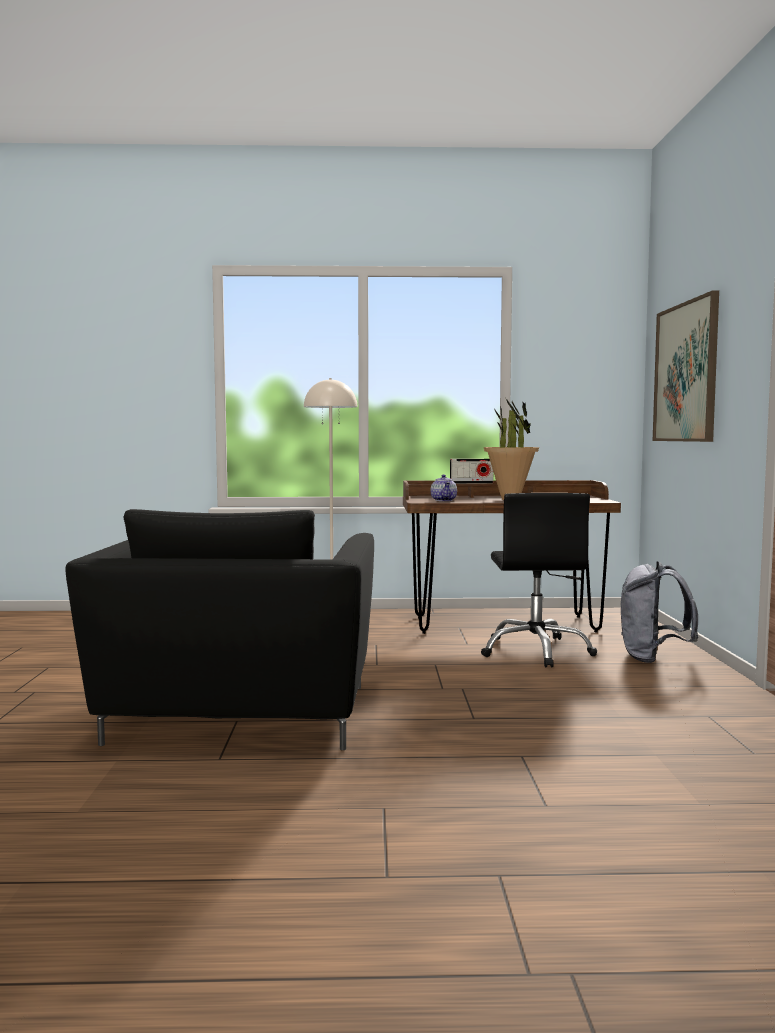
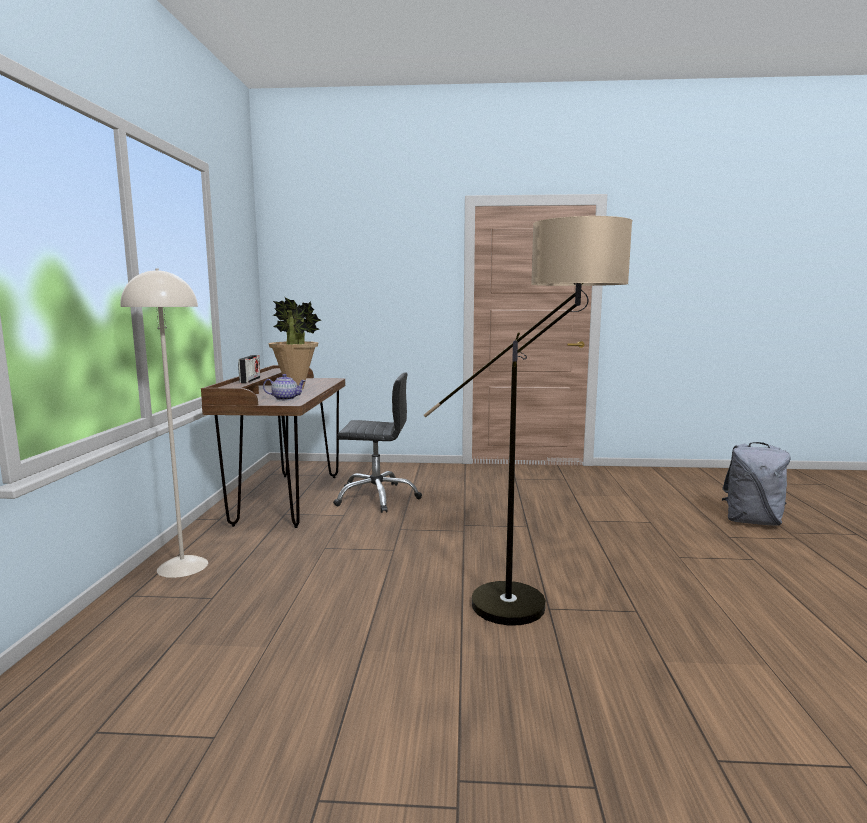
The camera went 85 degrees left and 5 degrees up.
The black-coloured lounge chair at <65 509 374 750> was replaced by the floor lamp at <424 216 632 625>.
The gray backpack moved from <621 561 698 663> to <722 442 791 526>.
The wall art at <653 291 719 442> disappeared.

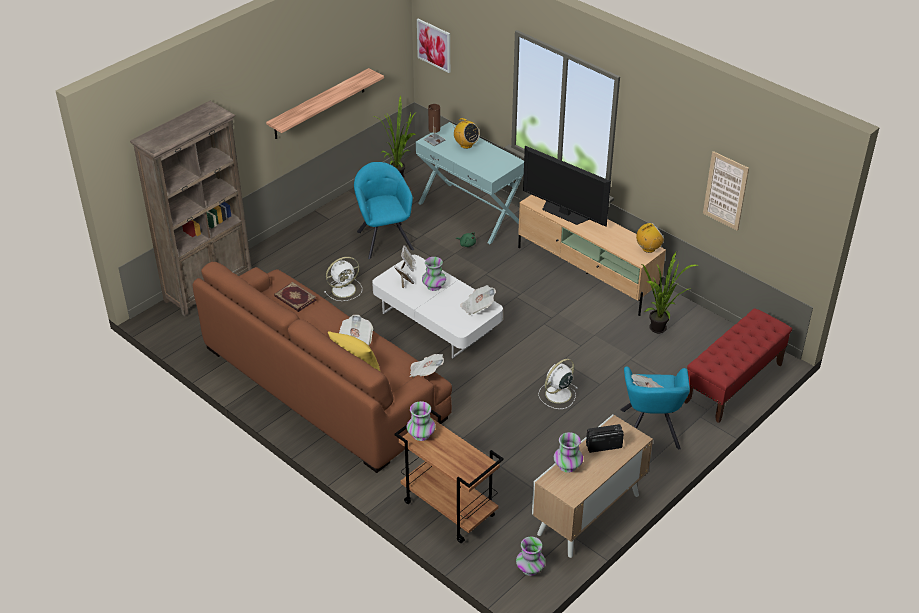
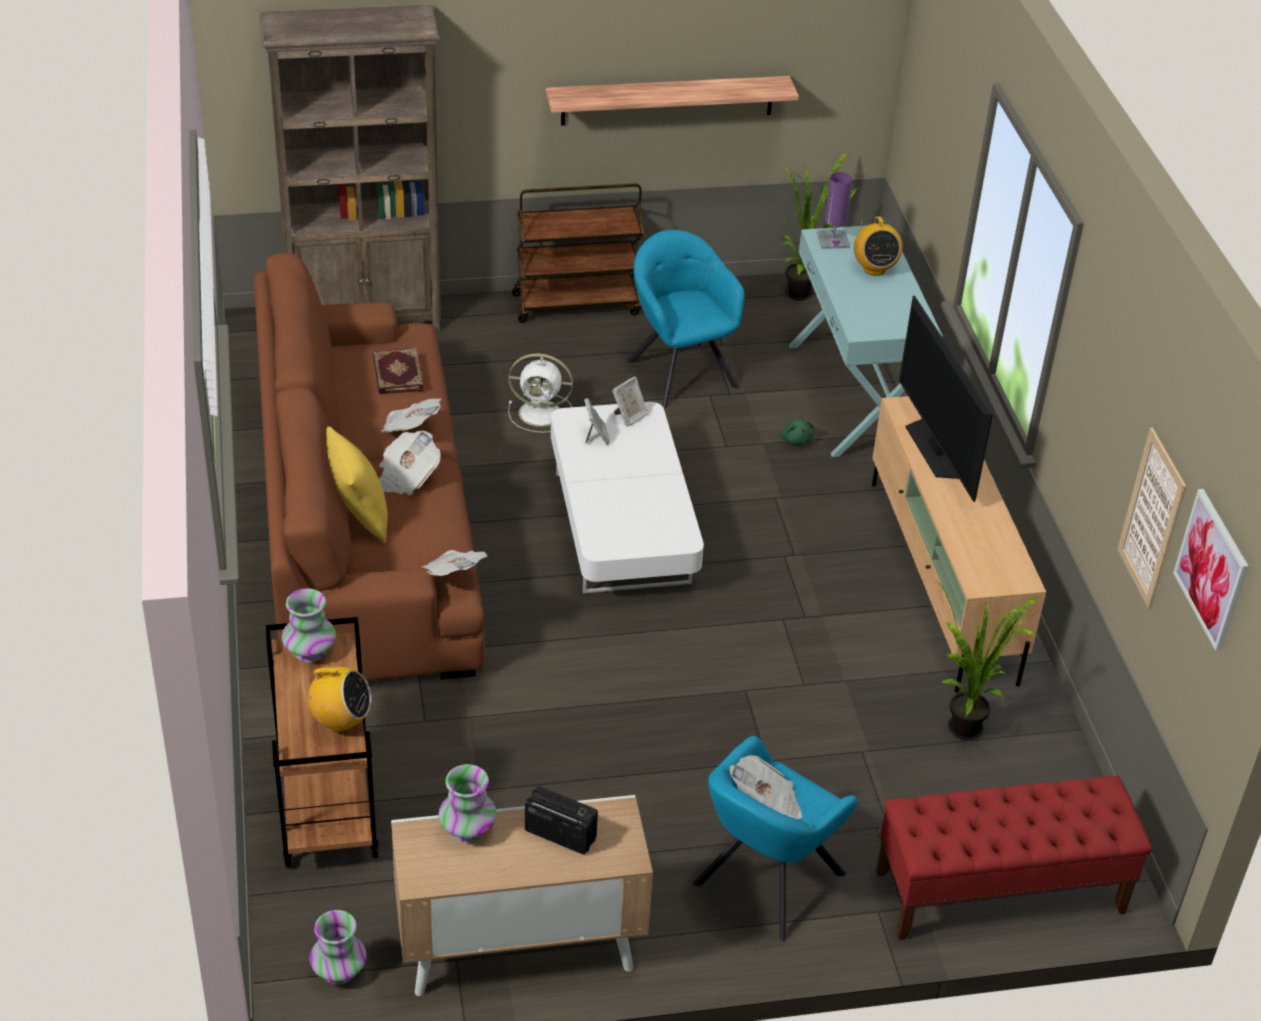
The camera went 35 degrees right and 0 degrees up.
The radio moved from <636 223 664 253> to <301 666 372 733>.
The newspaper moved from <460 285 496 315> to <381 398 441 432>.
The brown trolley at <512 184 644 323> appeared.
The turquoise-coloured lounge chair at <354 162 414 259> turned 45 degrees counterclockwise.
The brown tabletop lamp at <424 104 446 146> became the purple-coloured tabletop lamp at <817 172 853 249>.
The wall art moved from <417 19 450 73> to <1173 489 1249 651>.
The vase at <422 257 446 291> disappeared.
The white electric fan at <538 359 578 409> disappeared.

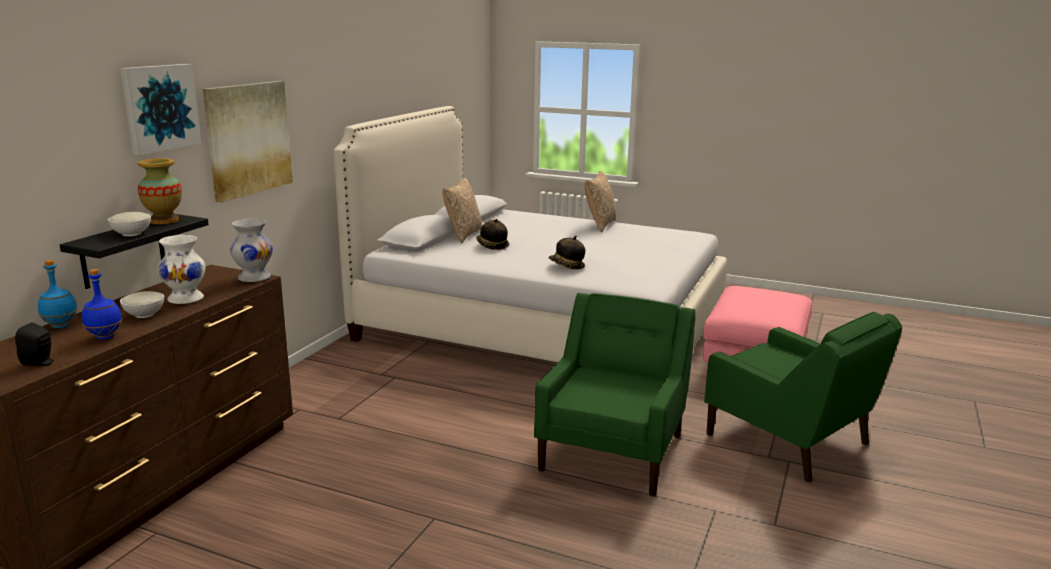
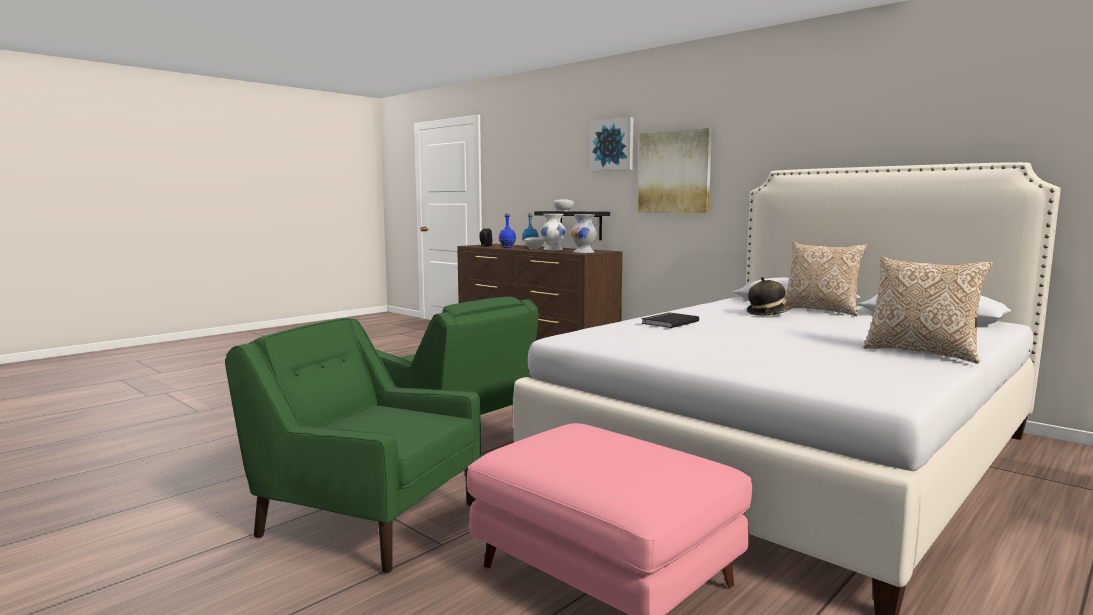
The camera went 110 degrees right and 10 degrees down.
The greenish lounge chair at <704 312 902 483> turned 45 degrees clockwise.
The clothing hat at <548 236 585 269> was replaced by the black-coloured volume at <641 312 699 328>.
The vase at <138 158 182 224> disappeared.

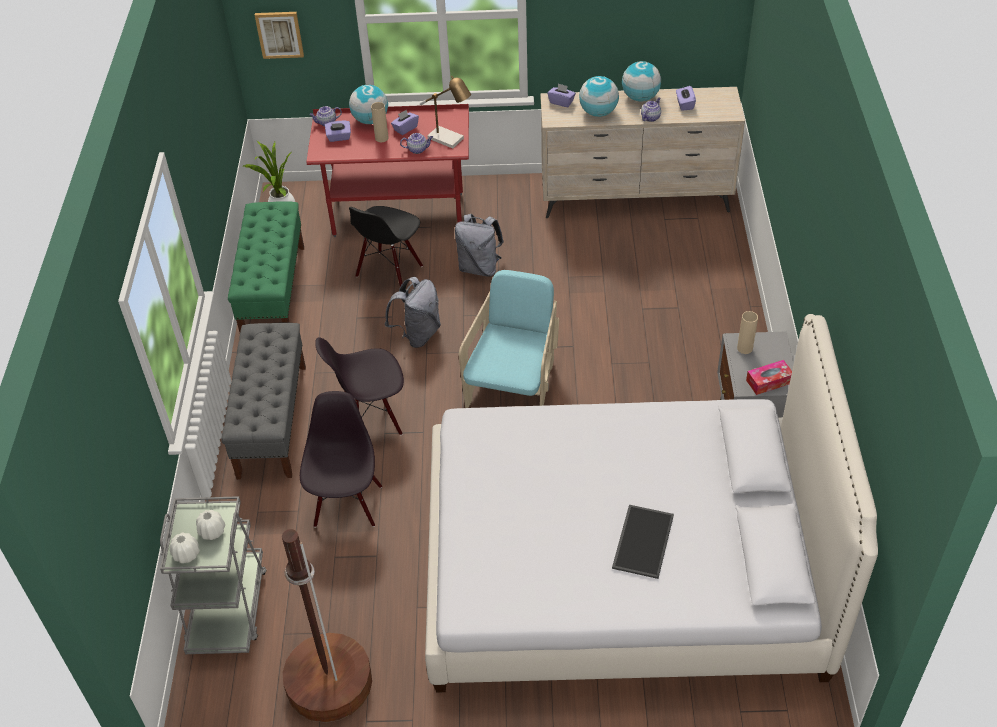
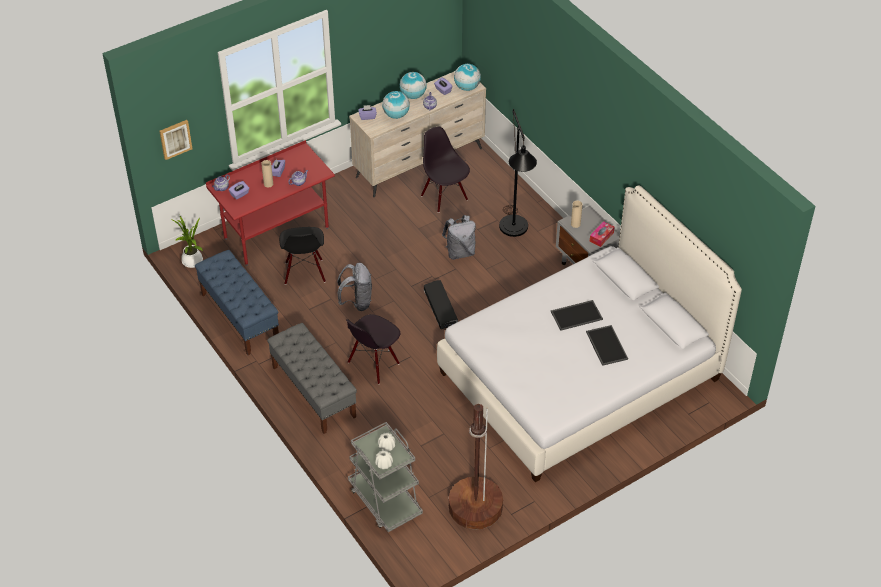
The camera went 35 degrees left and 0 degrees up.
The greenish long seat at <228 201 304 332> became the blue long seat at <195 250 279 355>.
The black-coloured chair moved from <300 391 382 527> to <421 127 470 213>.
The turquoise-coloured lounge chair at <459 270 559 408> was replaced by the black-coloured storage bin at <424 280 458 329>.
The gray backpack moved from <455 214 504 276> to <442 215 476 260>.
The globe moved from <349 85 388 124> to <454 64 481 91>.
The black-coloured floor lamp at <499 109 537 237> appeared.
The tray at <551 300 603 331> appeared.
The tabletop lamp at <420 76 471 148> disappeared.

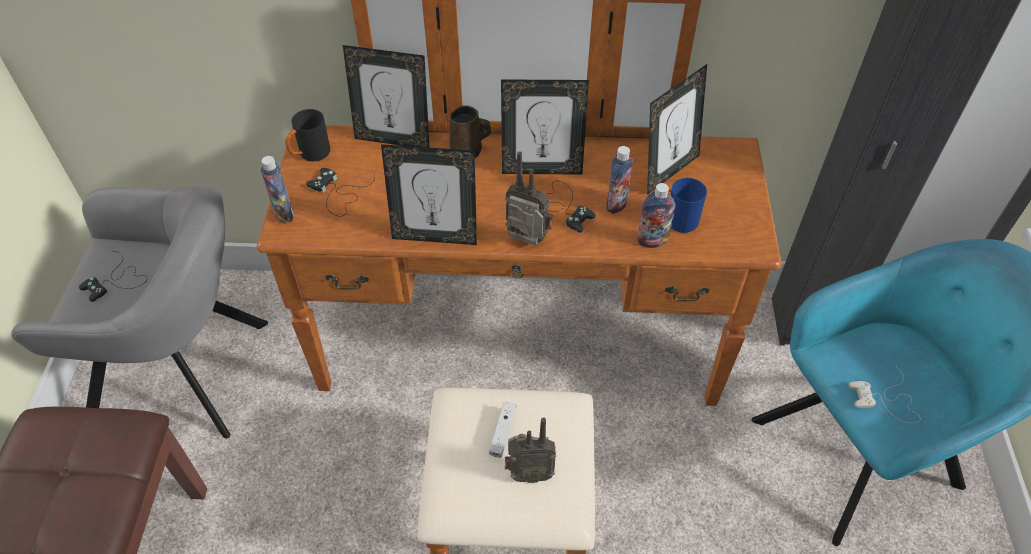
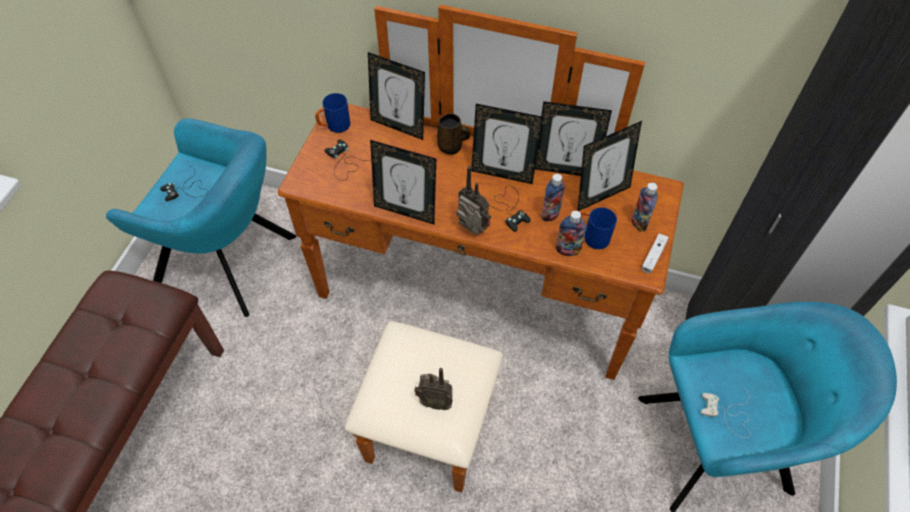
The camera went 15 degrees right and 5 degrees up.
The gray lounge chair at <11 186 268 439> became the turquoise-coloured lounge chair at <106 118 296 317>.
The black-coloured tea mug at <285 109 330 161> became the blue tea mug at <315 93 350 133>.
The standing frame at <535 101 612 176> appeared.
The beverage bottle moved from <261 156 294 224> to <632 183 658 232>.
The white gamepad moved from <489 402 517 458> to <641 233 669 274>.

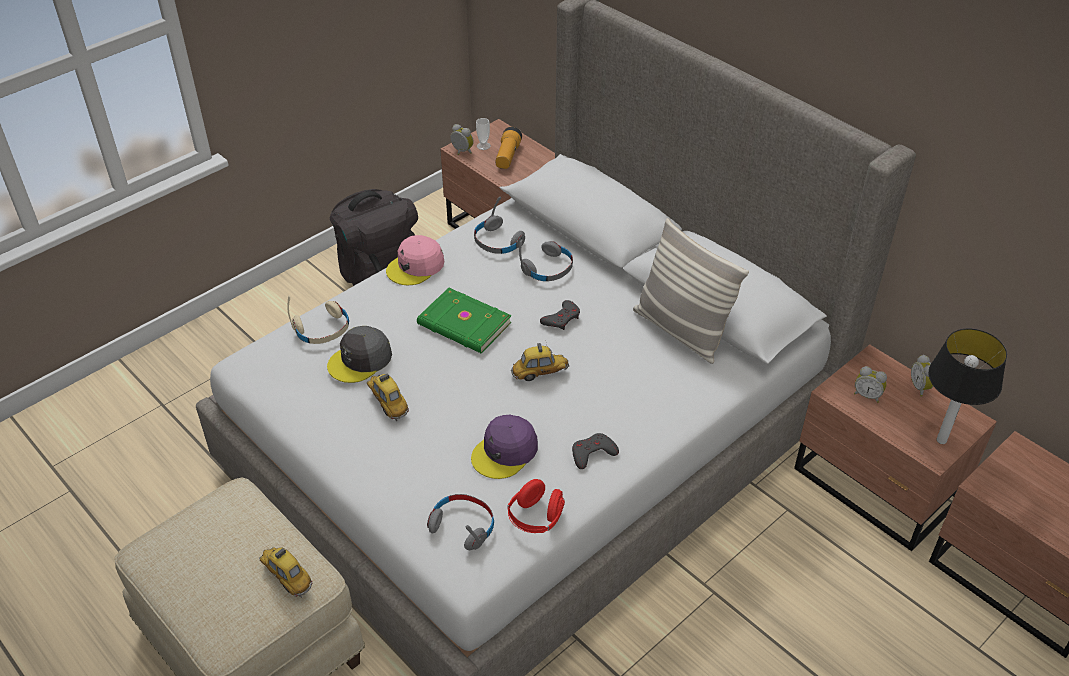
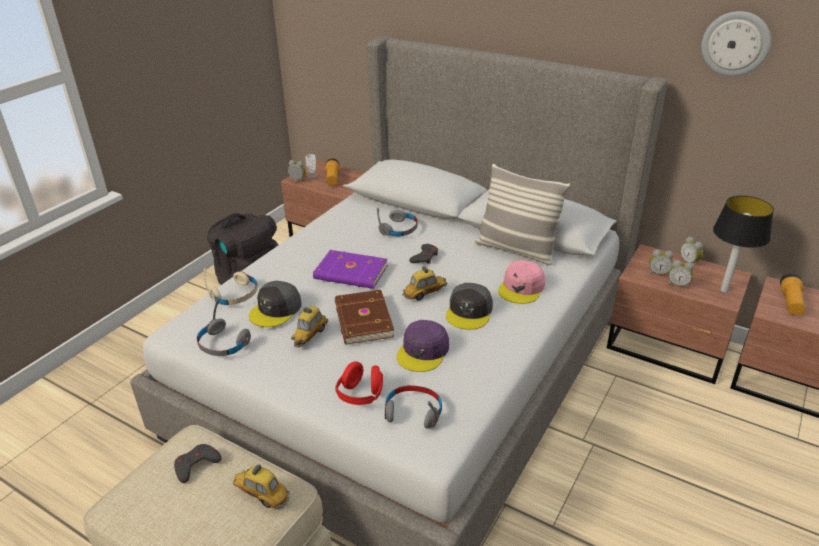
The camera went 15 degrees left and 10 degrees down.
The gray gamepad moved from <572 433 619 469> to <174 444 222 483>.
The gray headset moved from <474 197 525 254> to <197 299 251 356>.
The miniature car at <367 373 409 421> turned 105 degrees counterclockwise.
The greenish volume at <417 288 512 354> became the purple-coloured volume at <313 250 388 289>.
The brown volume at <335 290 394 345> appeared.
The red headset moved from <507 479 565 533> to <335 361 383 405>.
The gray baseball cap at <446 283 493 330> appeared.
The pinkish baseball cap moved from <386 235 444 285> to <498 260 545 304>.
The table clock at <668 260 694 289> appeared.
The clock on the wall at <701 11 771 76> appeared.
The flashlight at <780 273 805 316> appeared.

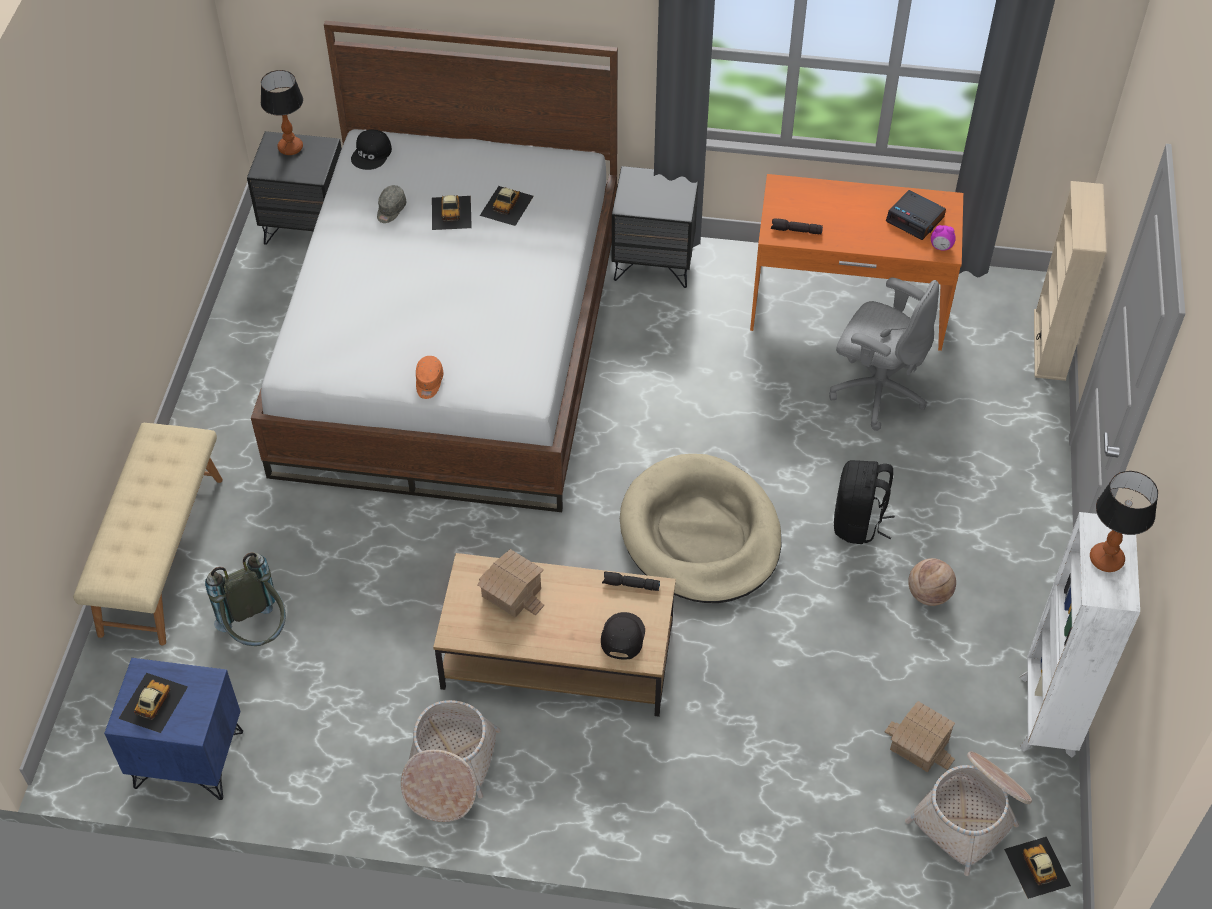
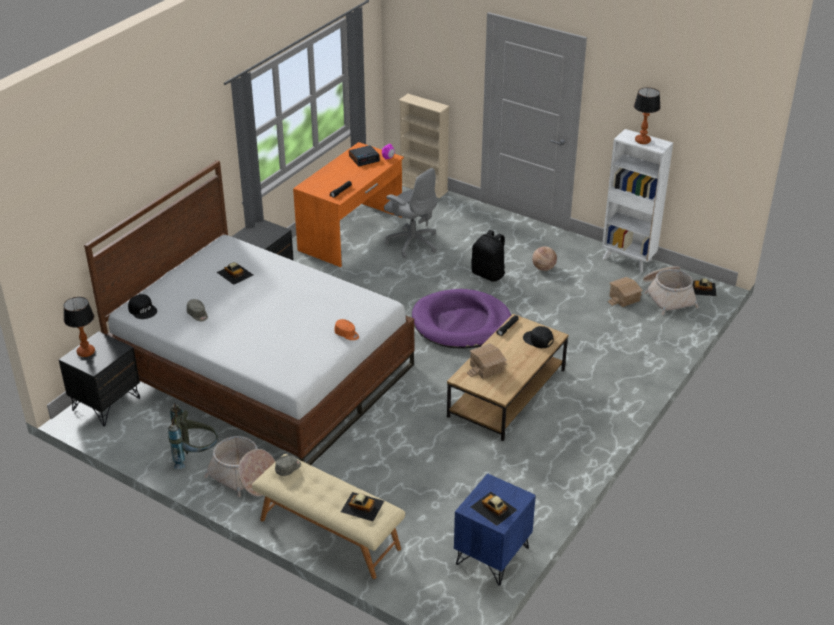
The camera went 65 degrees left and 15 degrees down.
The gray backpack moved from <205 552 286 646> to <168 403 218 469>.
The storage basket moved from <401 700 501 822> to <204 436 275 497>.
The gray baseball cap at <275 455 301 476> appeared.
The miniature car moved from <432 195 472 230> to <341 492 384 521>.
The gray office chair at <829 277 939 431> turned 75 degrees clockwise.
The beige-coloured dog cushion at <620 454 782 603> became the purple-coloured dog cushion at <412 289 511 349>.

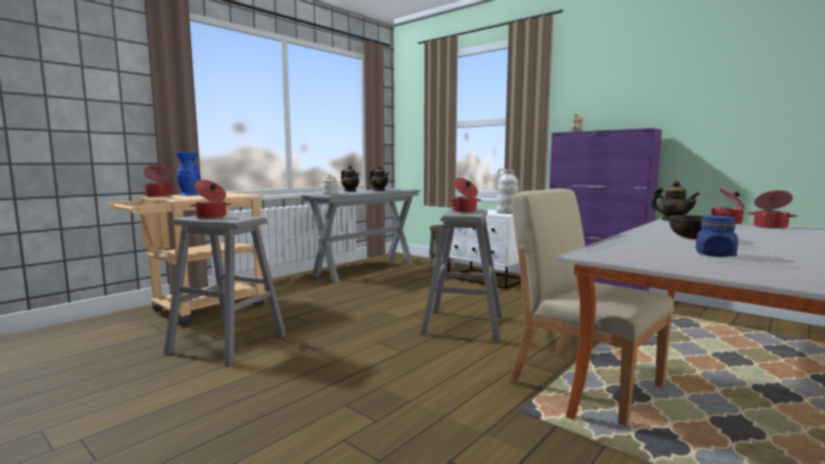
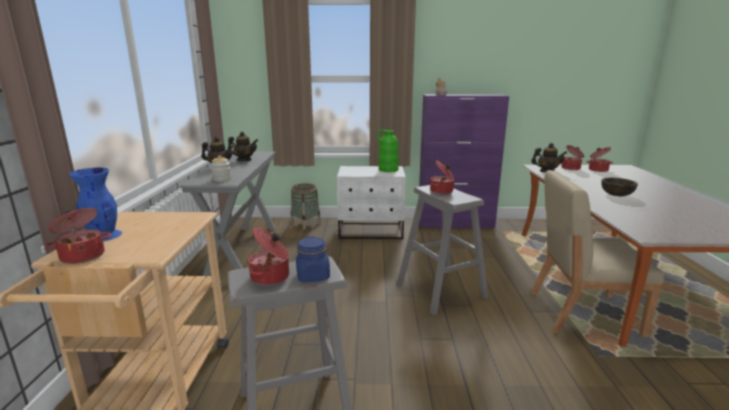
The camera went 40 degrees left and 10 degrees up.
The blue jar moved from <696 215 738 257> to <296 236 330 282>.
The white vase at <497 168 519 214> became the greenish vase at <377 129 399 172>.

